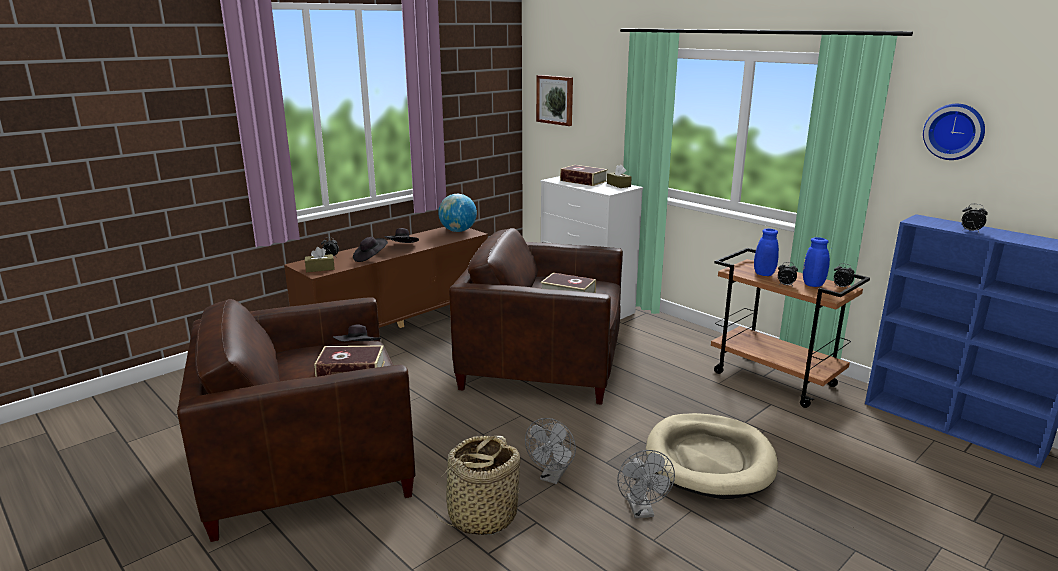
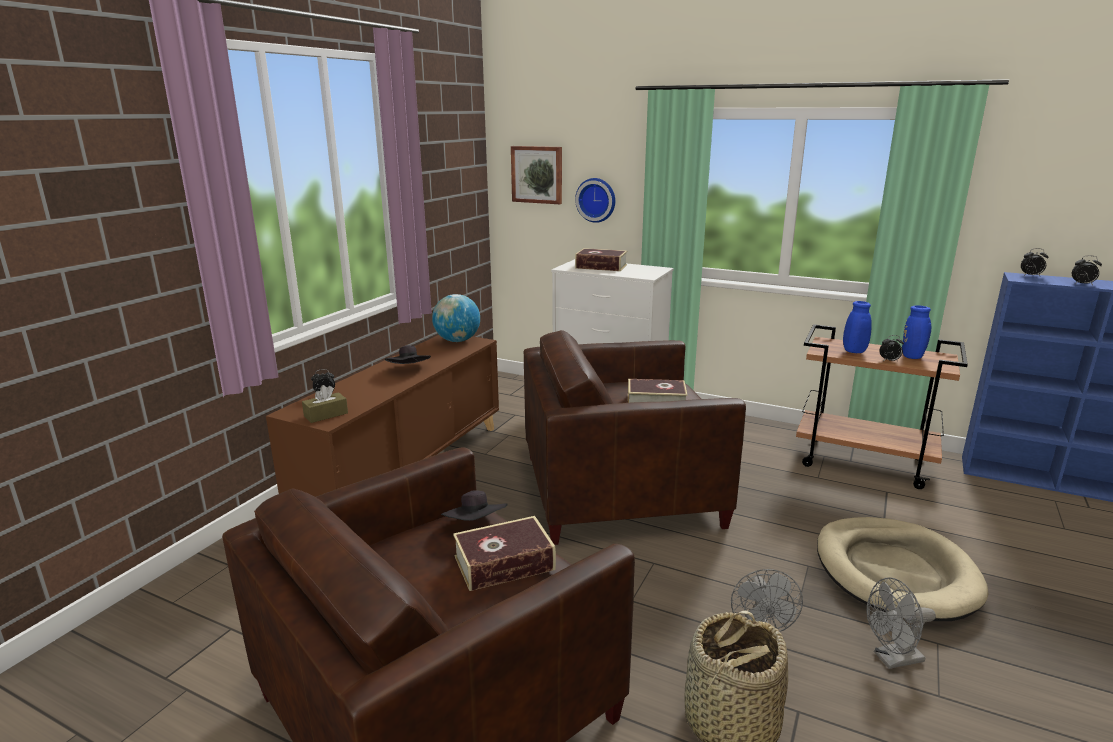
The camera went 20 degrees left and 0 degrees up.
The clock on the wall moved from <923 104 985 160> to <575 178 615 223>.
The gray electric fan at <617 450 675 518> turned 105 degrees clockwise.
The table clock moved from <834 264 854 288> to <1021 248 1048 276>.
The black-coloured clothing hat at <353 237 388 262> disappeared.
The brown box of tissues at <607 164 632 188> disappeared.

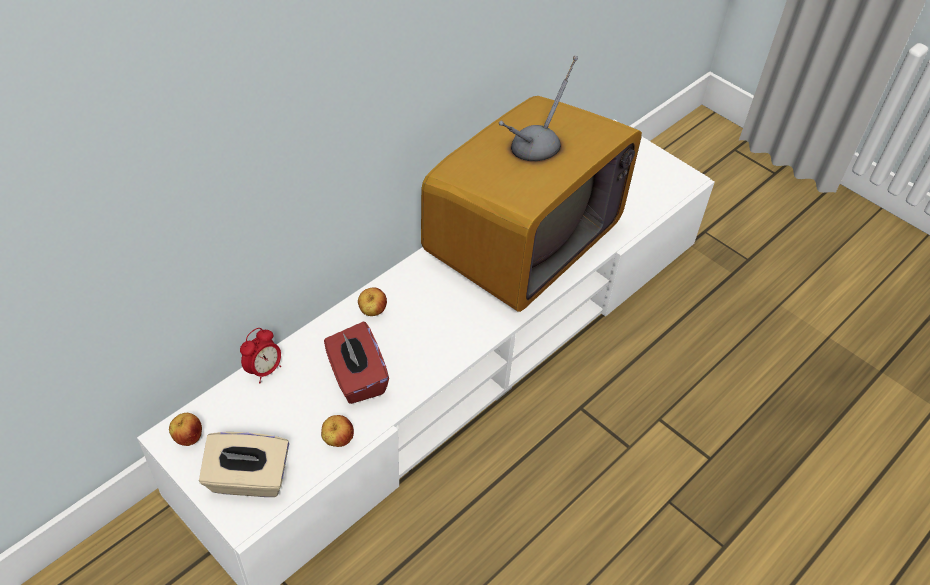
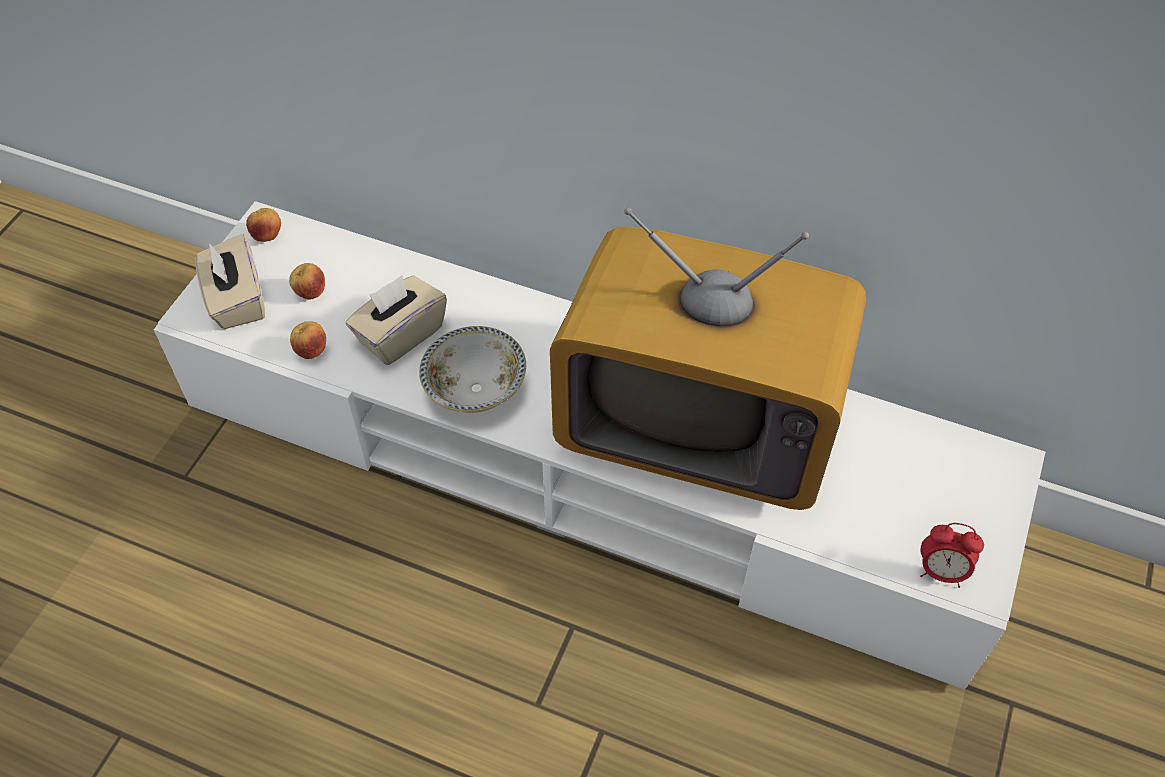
The camera went 70 degrees right and 5 degrees up.
The whole apple moved from <358 287 387 316> to <289 263 325 300>.
The red box of tissues at <324 321 389 404> became the beige-coloured box of tissues at <346 275 447 365>.
The serving bowl at <419 326 526 413> appeared.
The table clock moved from <240 328 281 384> to <920 523 984 588>.

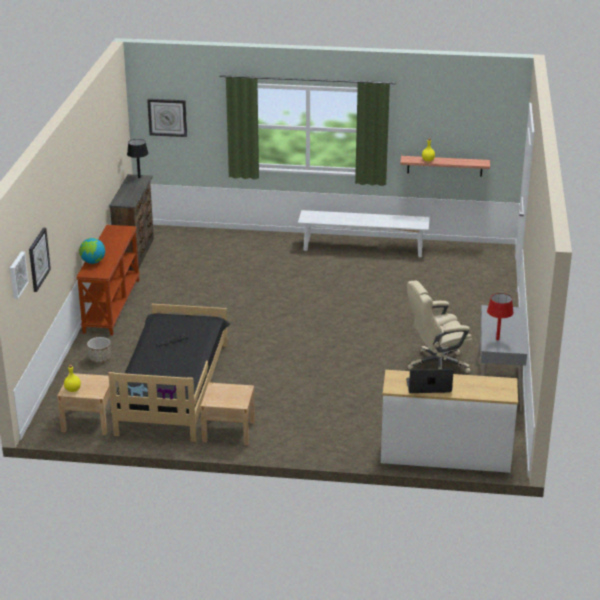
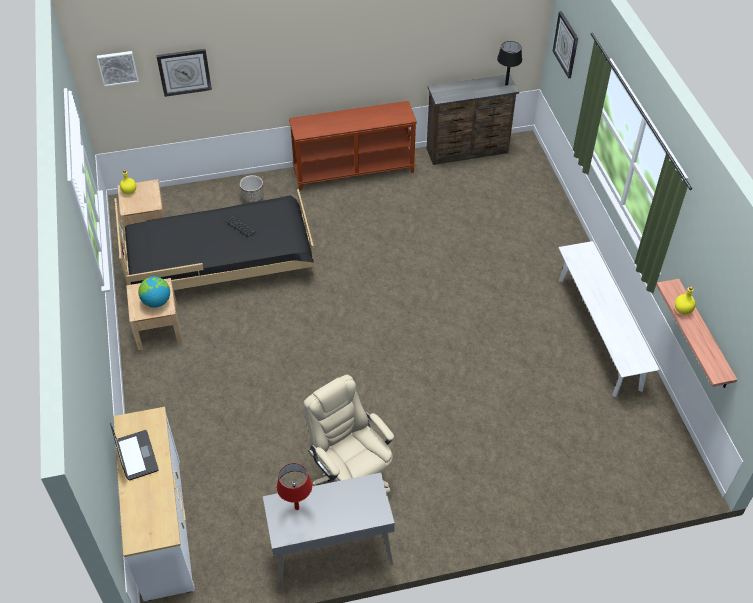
The camera went 70 degrees right and 20 degrees up.
The globe moved from <79 238 105 264> to <138 277 170 308>.

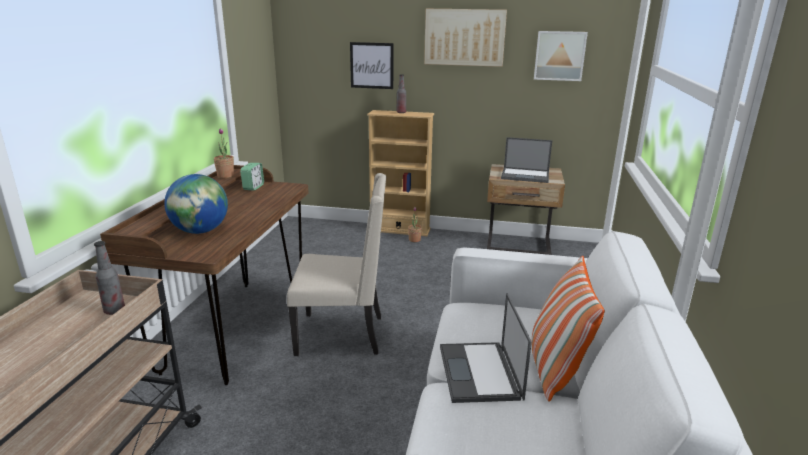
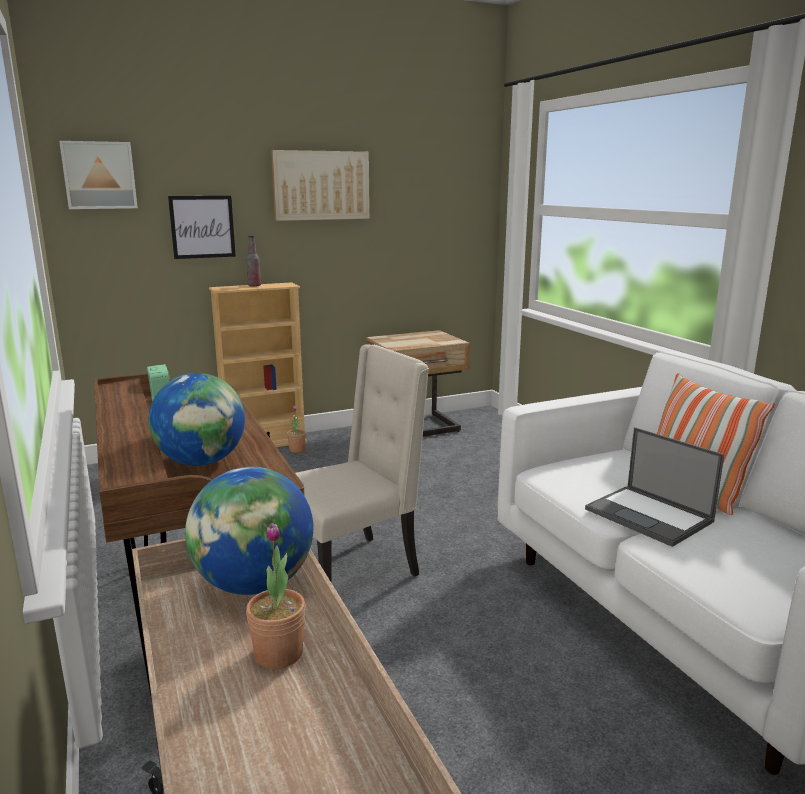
The camera went 35 degrees left and 5 degrees down.
The wall art moved from <534 31 588 81> to <59 141 138 209>.
The beverage bottle at <94 241 125 315> was replaced by the globe at <185 467 313 595>.
The houseplant moved from <214 129 234 178> to <246 523 305 669>.
The notebook computer at <501 137 552 183> disappeared.

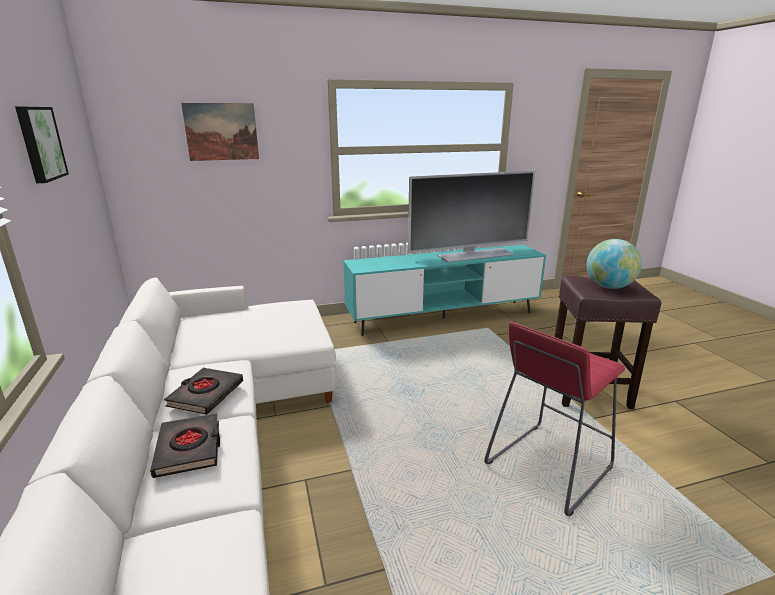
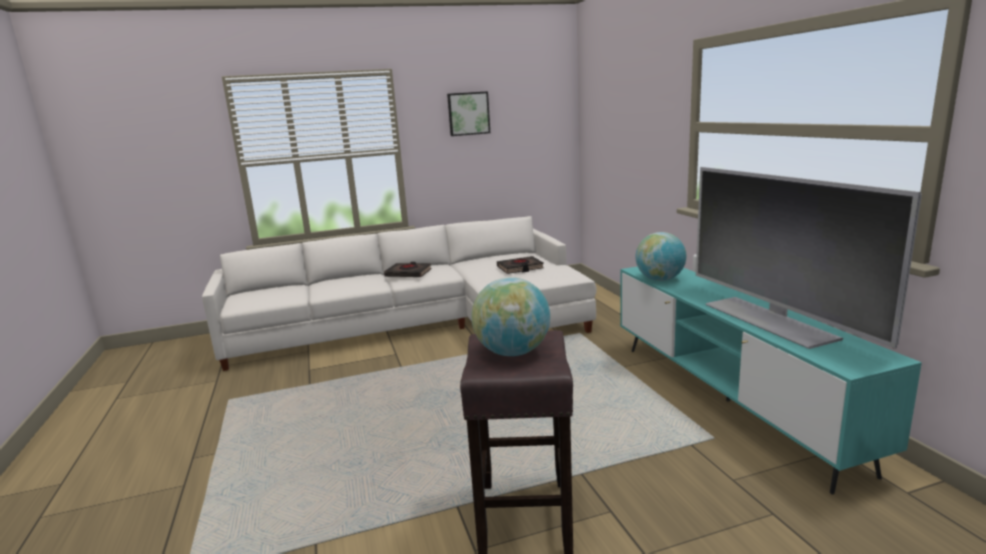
The camera went 90 degrees right and 5 degrees down.
The black-coloured volume moved from <150 414 220 478> to <497 256 544 274>.
The globe at <636 232 686 281> appeared.
The wall art at <181 103 259 161> disappeared.
The red stool seat at <484 322 625 516> disappeared.

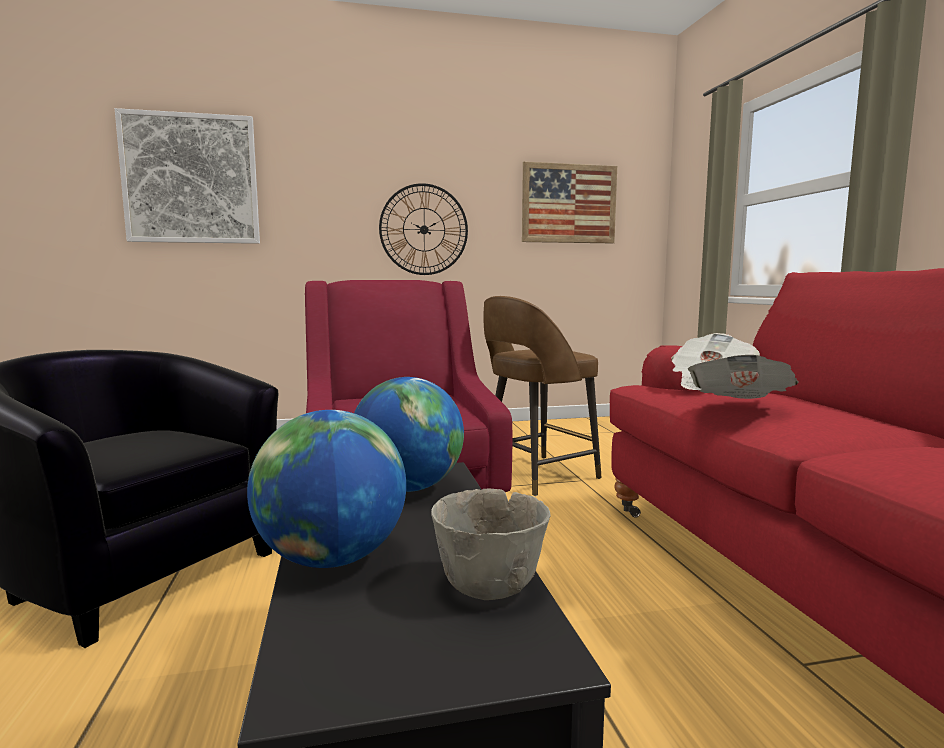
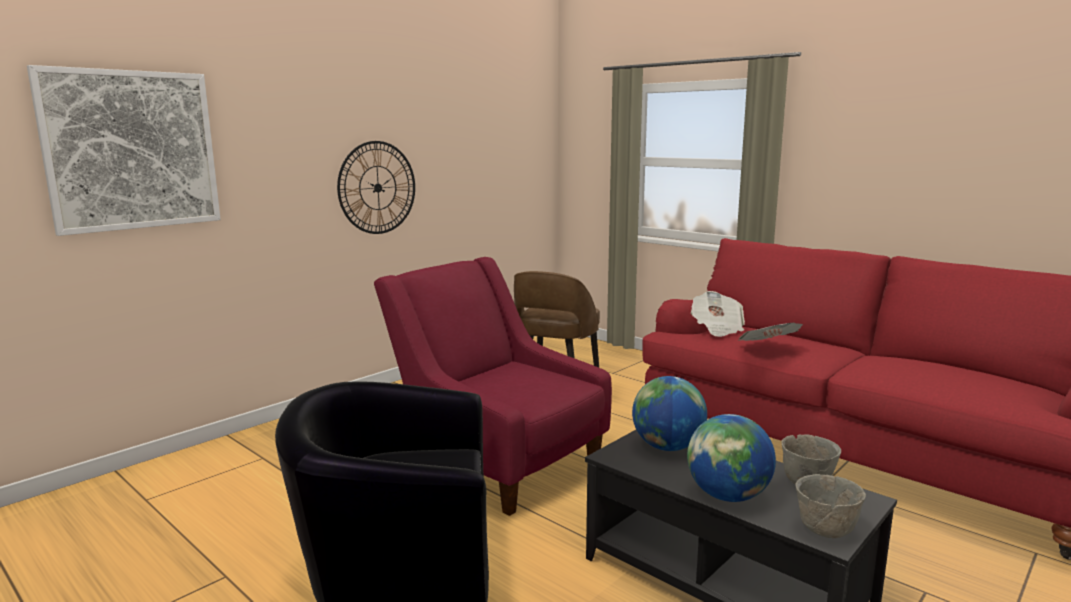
The camera went 35 degrees left and 5 degrees up.
The gray serving bowl at <795 474 866 538> appeared.
The wall art at <522 161 617 243> disappeared.

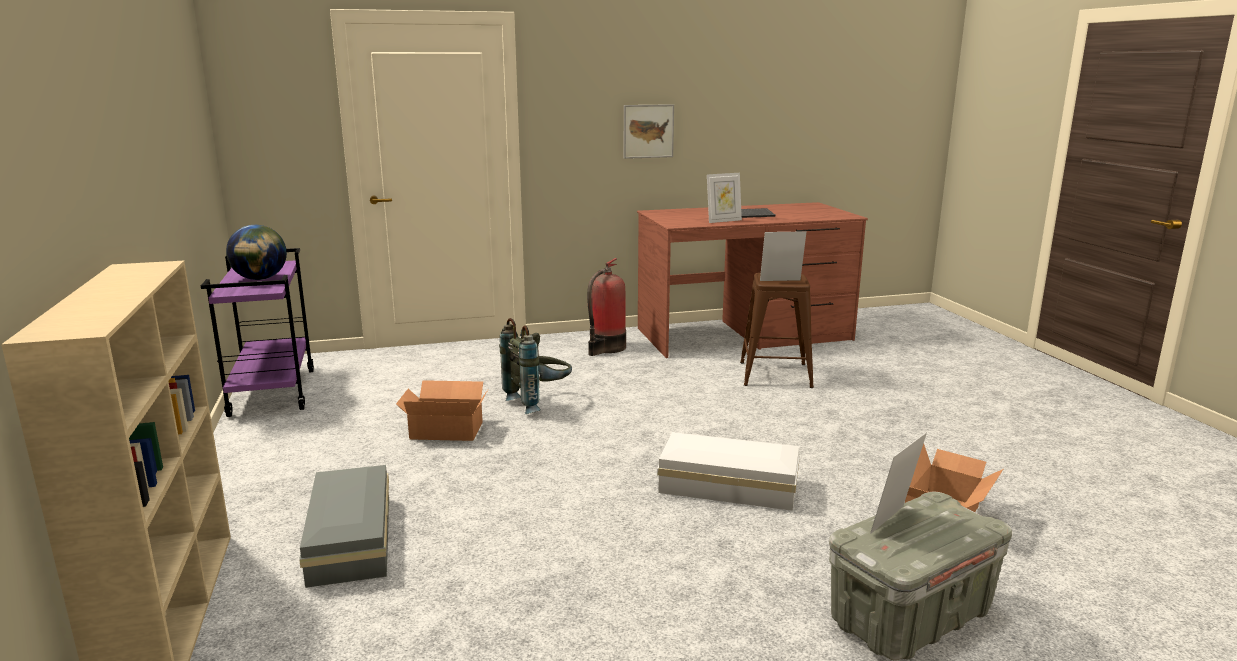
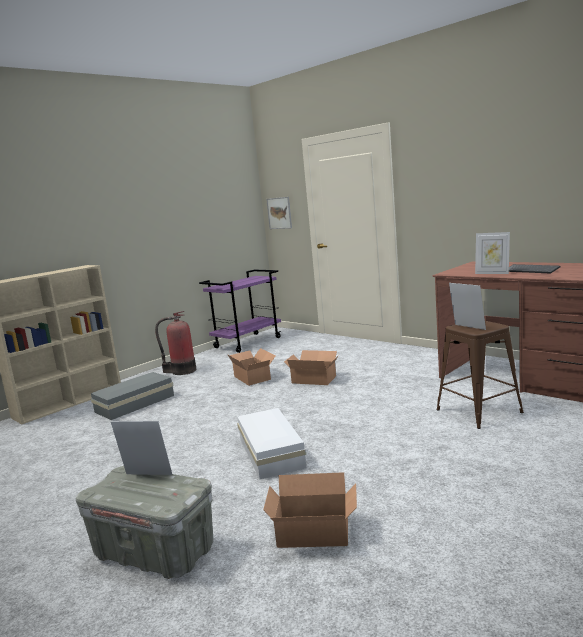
The camera went 60 degrees right and 5 degrees down.
The fire-fighting cylinder moved from <587 258 626 356> to <155 311 196 375>.
The wall art moved from <624 104 674 159> to <266 197 292 229>.
The gray backpack at <499 318 572 414> was replaced by the packing box at <284 350 339 385>.
The globe at <226 225 287 280> disappeared.

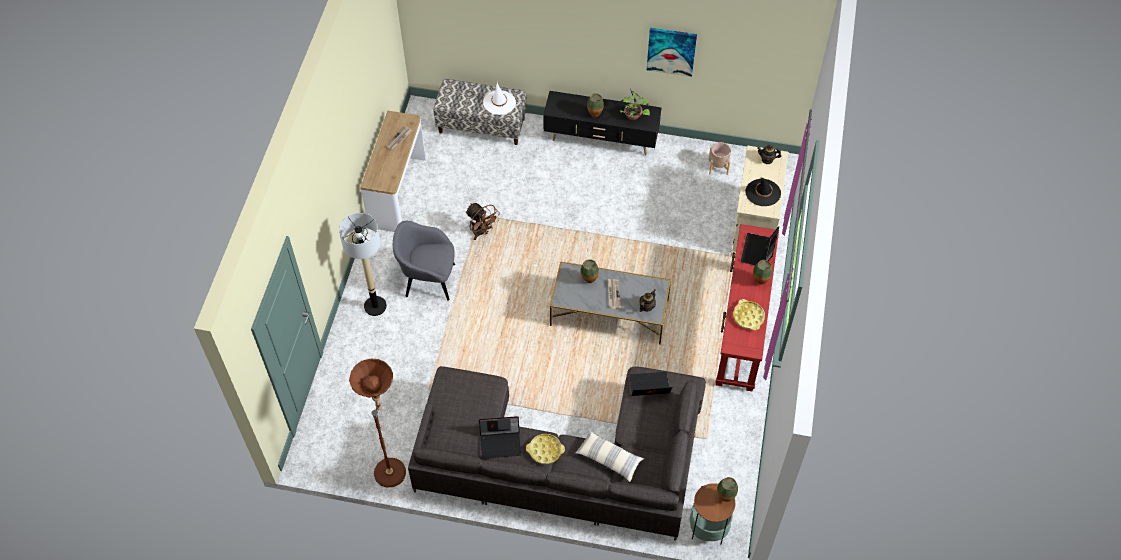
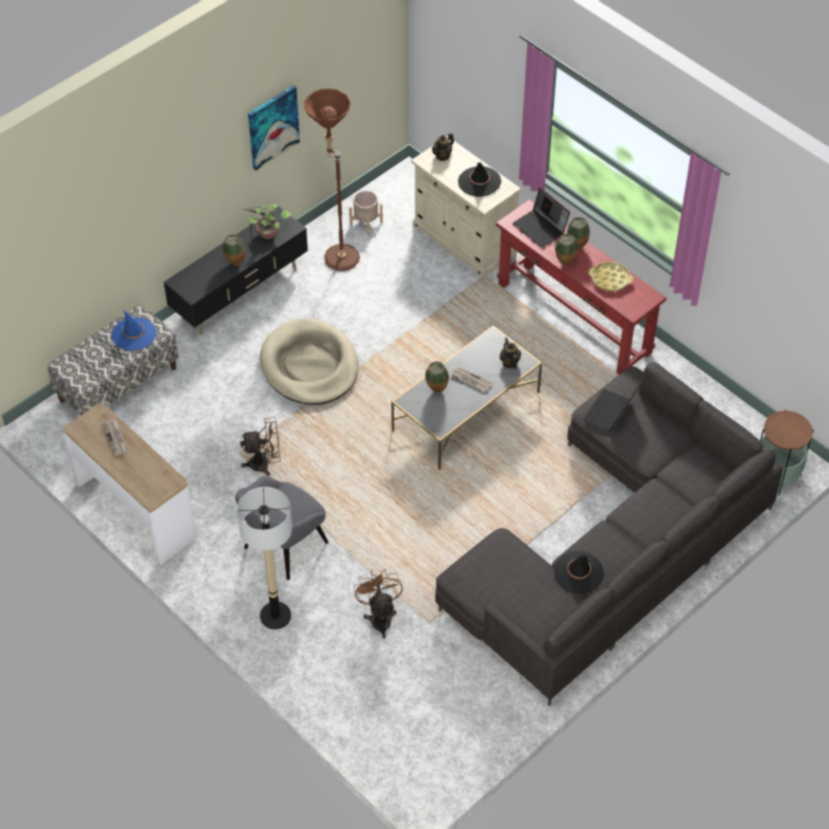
The camera went 55 degrees left and 5 degrees down.
The white clothing hat at <483 82 516 115> became the blue clothing hat at <111 310 157 351>.
The beige-coloured dog cushion at <260 318 358 405> appeared.
The brown floor lamp moved from <349 359 406 488> to <304 88 360 271>.
The brown electric fan at <354 569 403 639> appeared.
The notebook computer at <479 416 521 459> was replaced by the black-coloured clothing hat at <554 551 604 594>.
The vase moved from <717 477 738 502> to <555 234 578 267>.
The yellow tray at <526 434 565 464> disappeared.
The cushion at <576 431 644 482> disappeared.

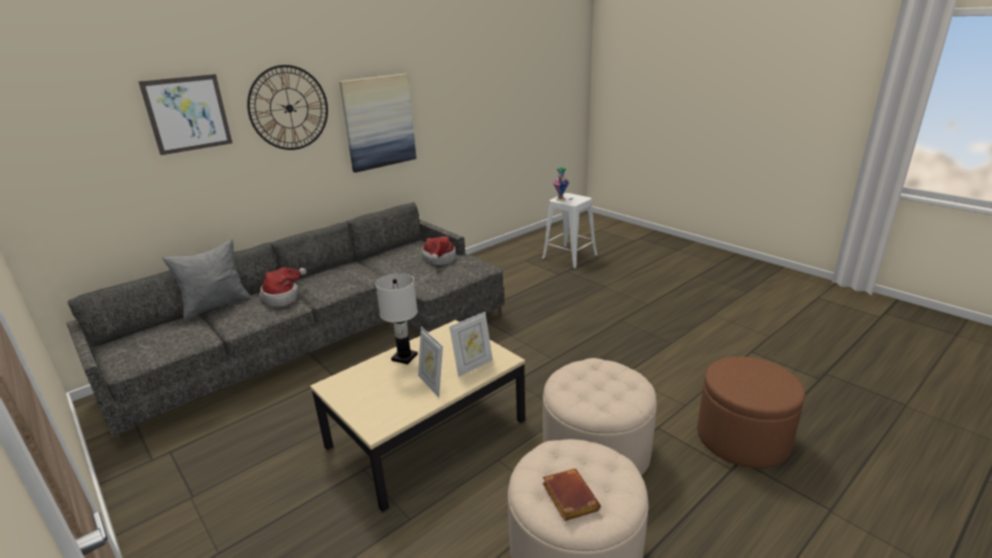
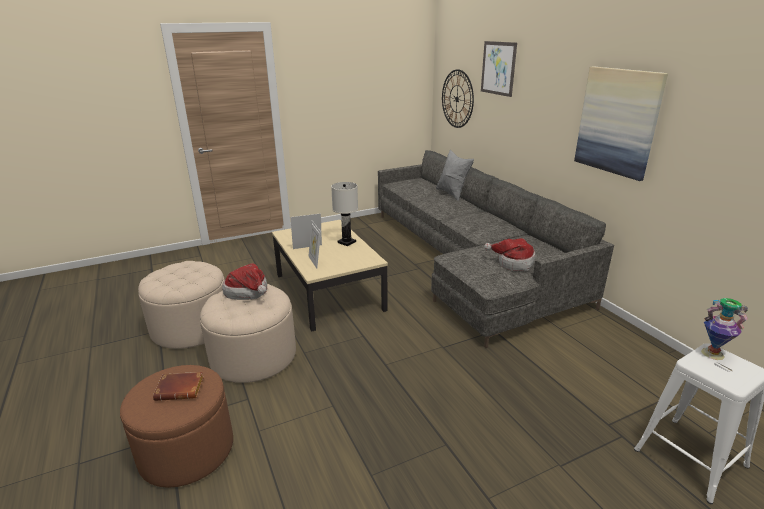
The camera went 105 degrees right and 0 degrees up.
The brown volume moved from <542 469 601 521> to <153 372 204 401>.
The clothing hat moved from <260 267 307 307> to <222 263 267 300>.
The clock on the wall moved from <247 65 328 150> to <442 69 474 128>.

